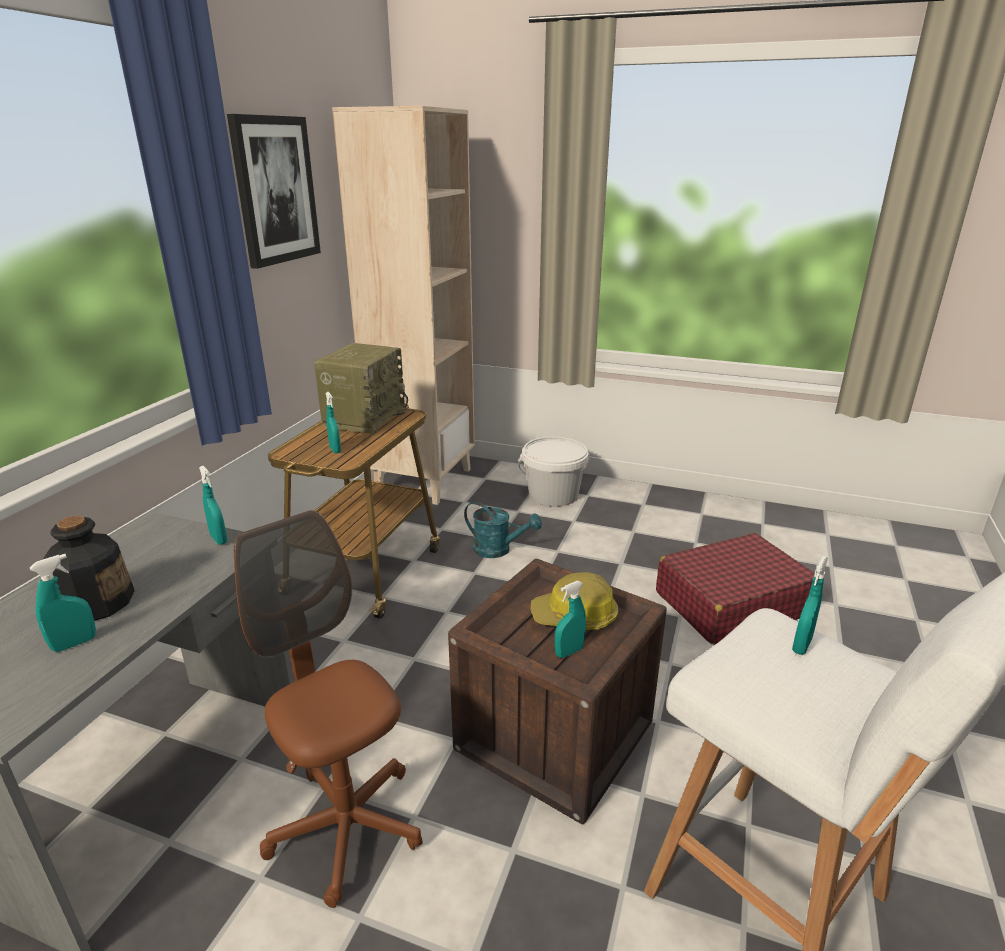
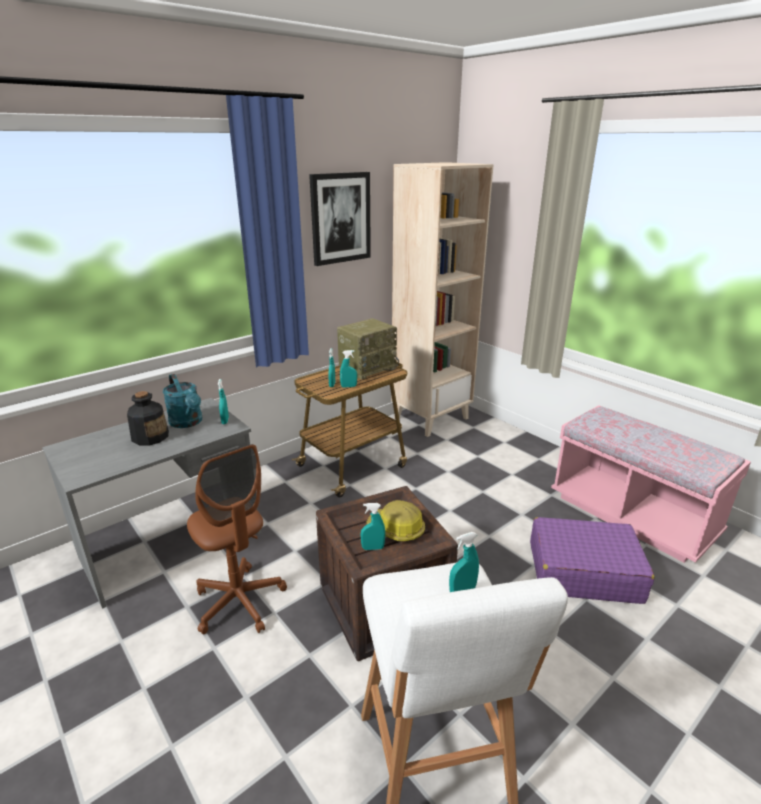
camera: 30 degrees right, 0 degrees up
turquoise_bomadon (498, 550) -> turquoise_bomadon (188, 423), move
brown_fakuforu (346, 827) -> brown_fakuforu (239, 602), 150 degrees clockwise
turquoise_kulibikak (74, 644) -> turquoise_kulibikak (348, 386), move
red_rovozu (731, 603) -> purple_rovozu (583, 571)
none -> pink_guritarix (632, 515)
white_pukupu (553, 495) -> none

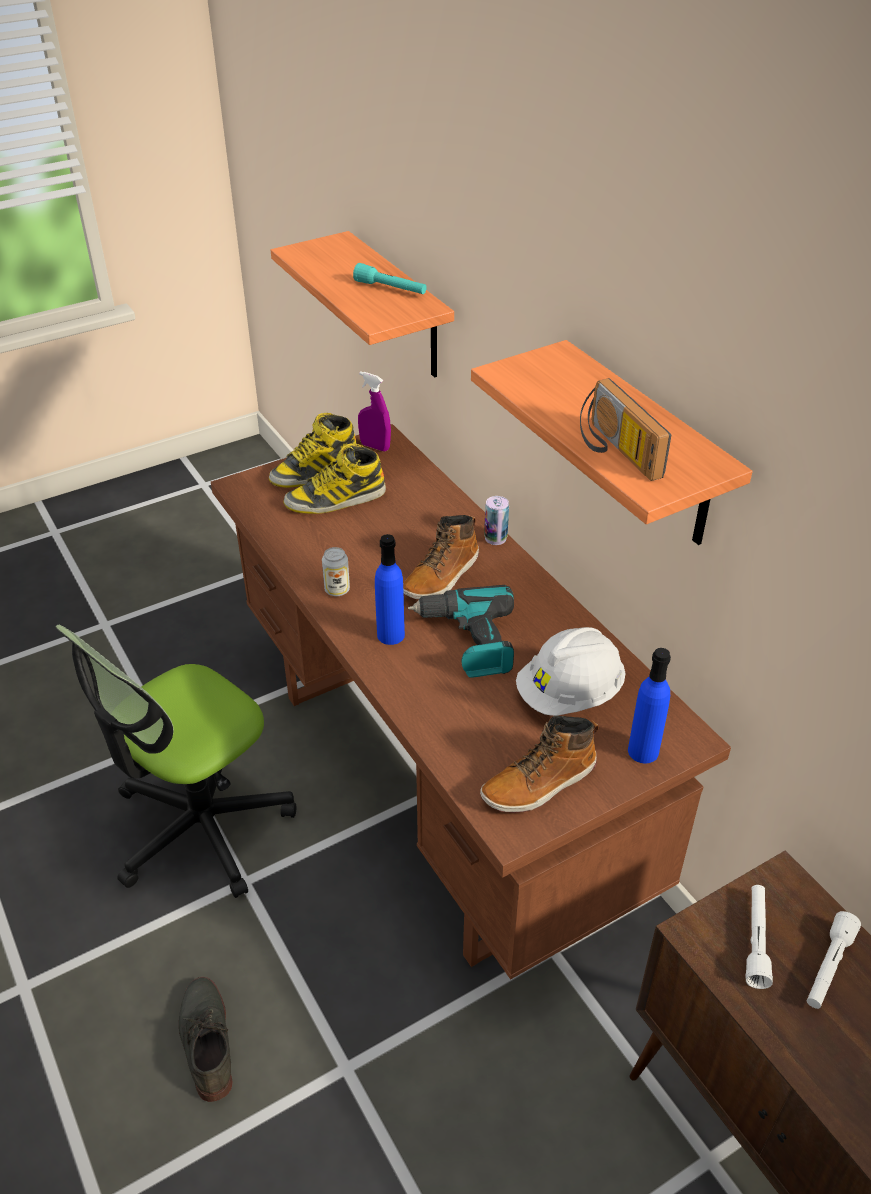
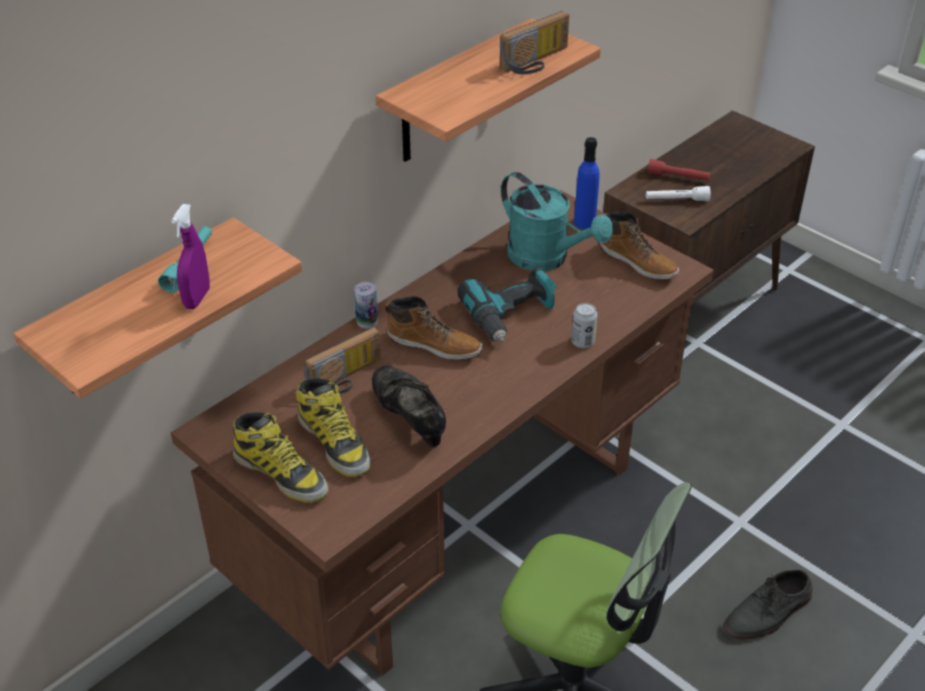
camera: 105 degrees left, 0 degrees up
purple_kulibikak (375, 446) -> purple_kulibikak (197, 298), move
none -> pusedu (346, 379)
none -> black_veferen (409, 419)
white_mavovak (570, 695) -> turquoise_bomadon (547, 258)
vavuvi (337, 590) -> vavuvi (583, 342), move
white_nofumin (828, 967) -> red_nofumin (678, 177)
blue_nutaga (390, 635) -> none

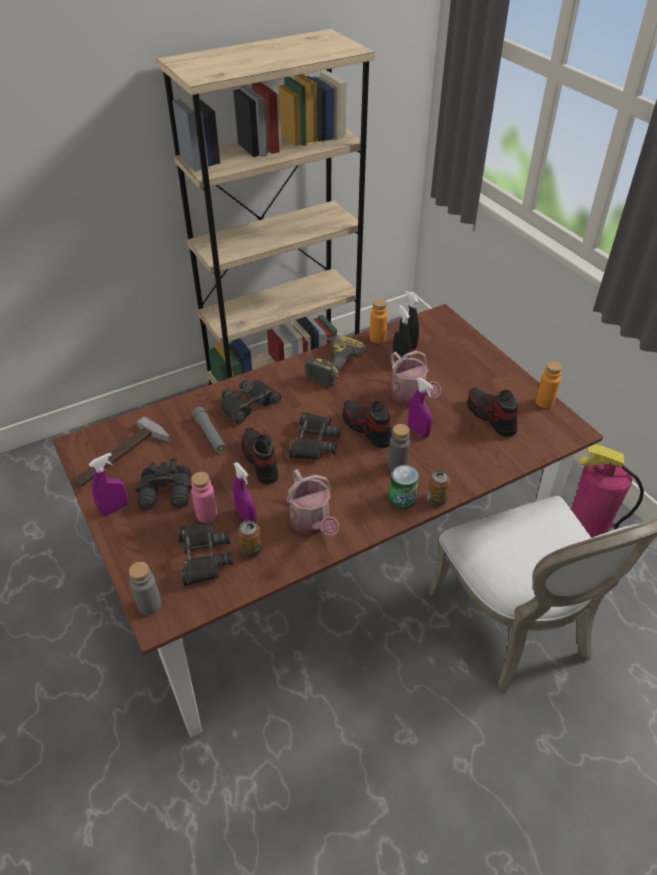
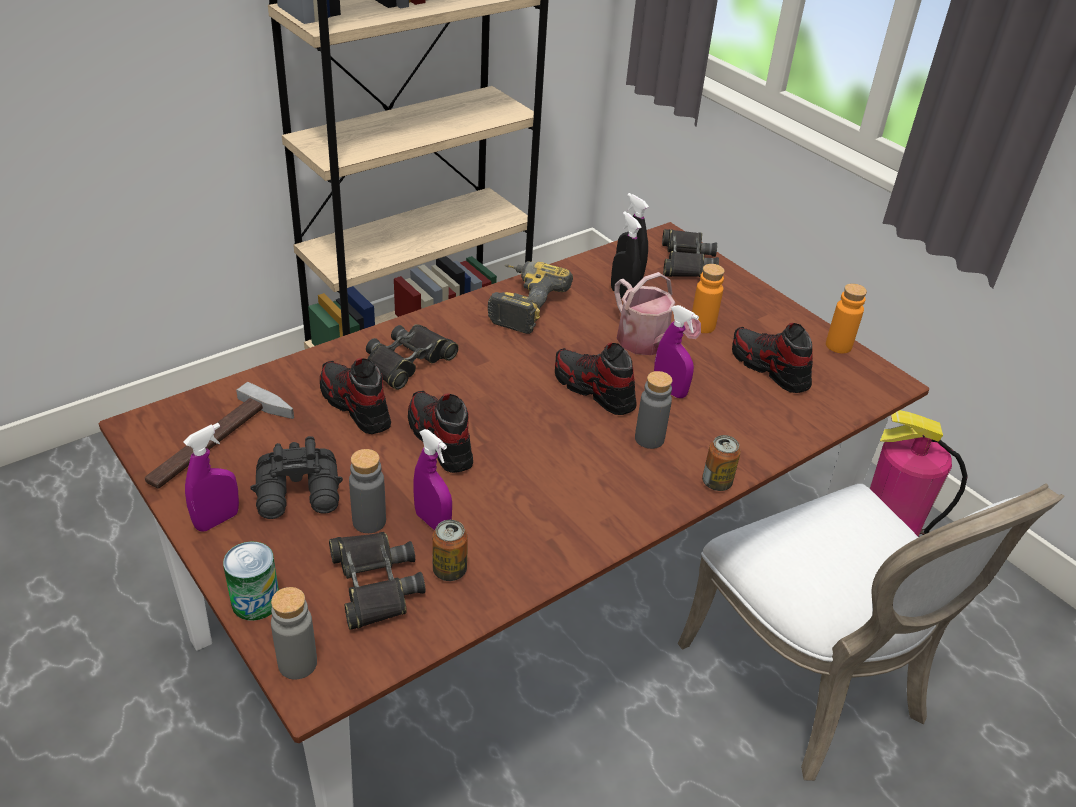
camera: 10 degrees left, 5 degrees down
vavuvi (402, 498) -> vavuvi (255, 601), move
grey_nofumin (210, 435) -> veferen (355, 406)
pink_nutaga (206, 514) -> grey_nutaga (369, 521)
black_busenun (314, 441) -> black_busenun (685, 261), move
orange_nutaga (377, 338) -> orange_nutaga (702, 326), move
bomadon (312, 523) -> none

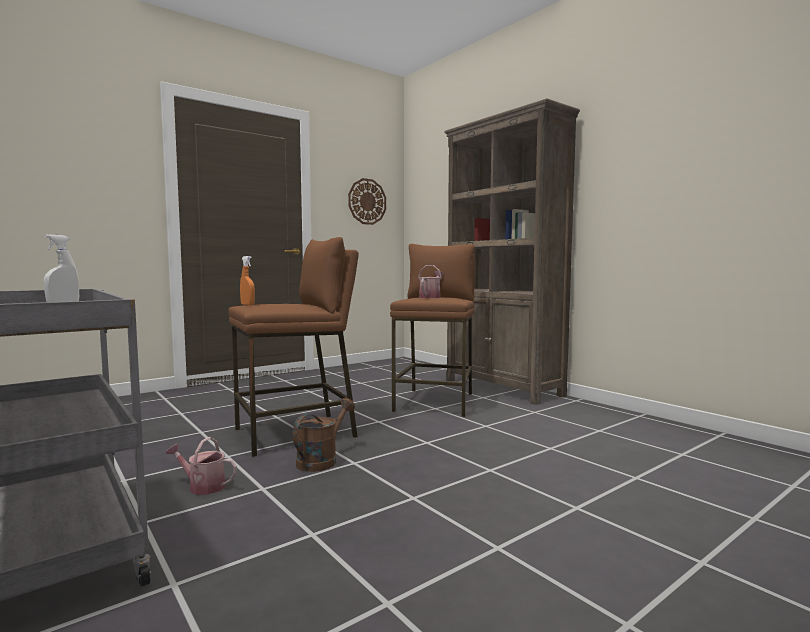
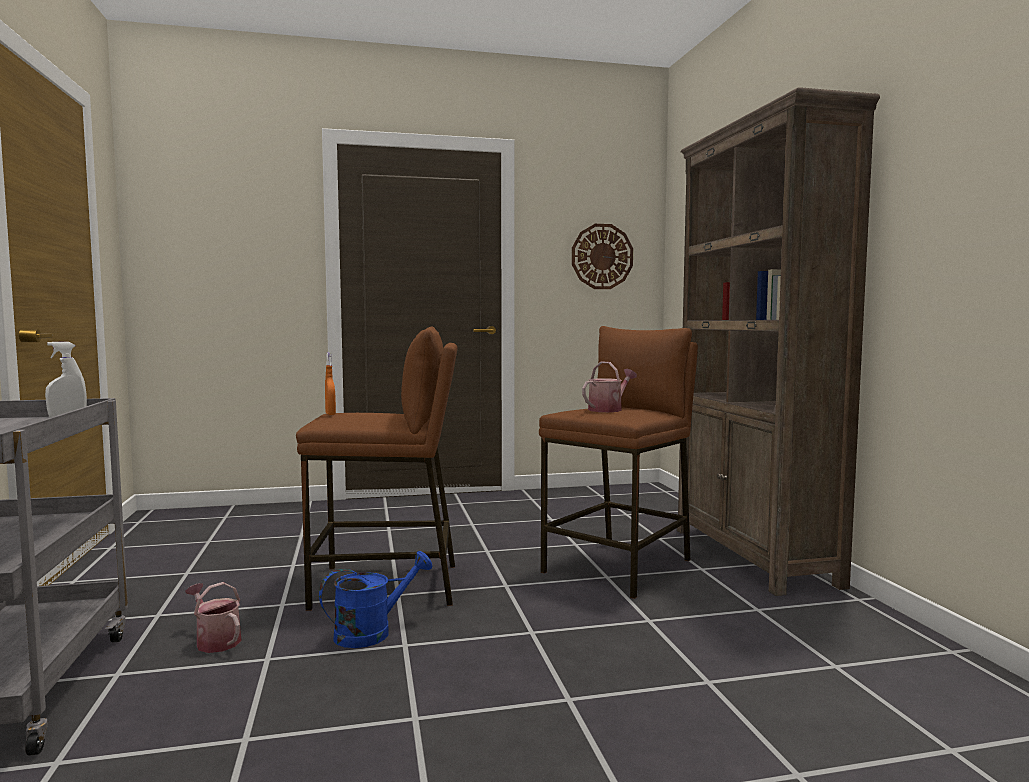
camera: 25 degrees right, 0 degrees up
brown_bomadon (321, 460) -> blue_bomadon (372, 632)

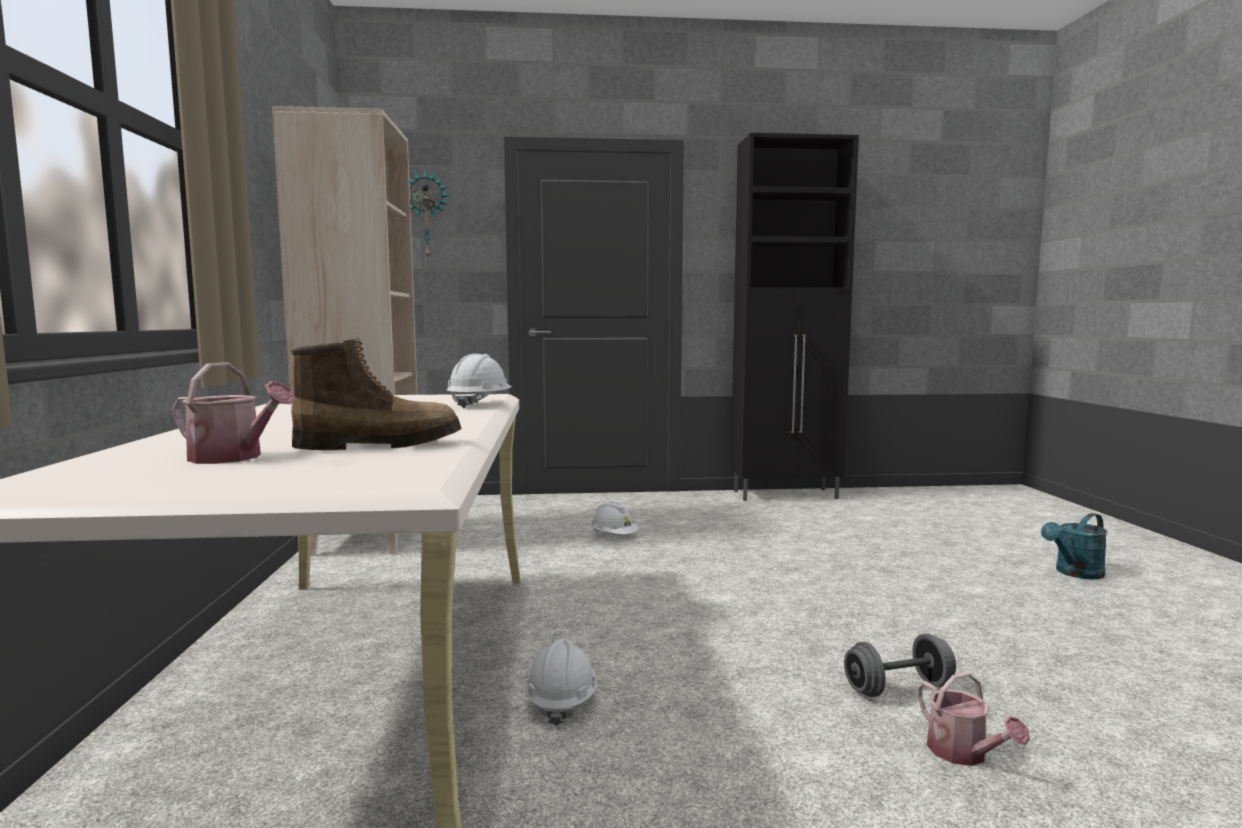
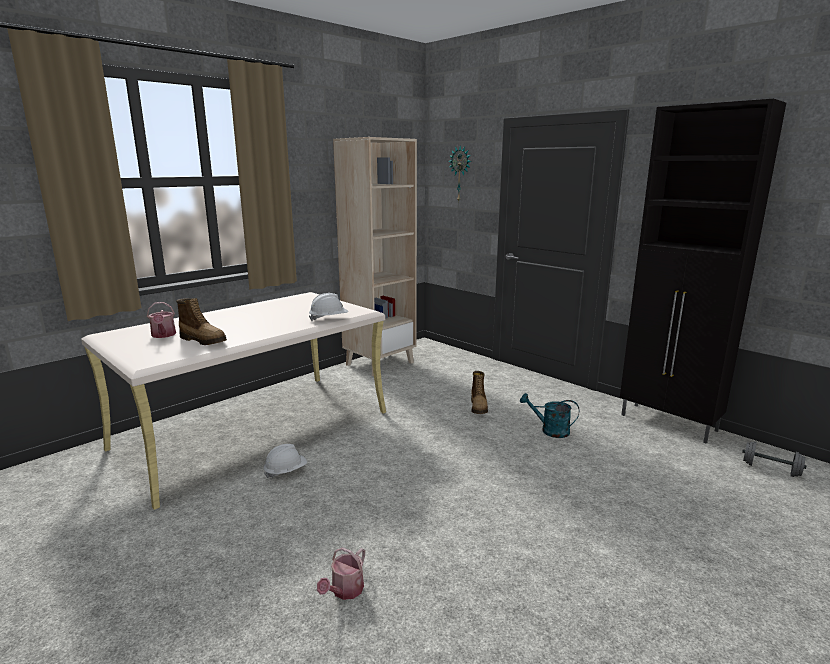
camera: 50 degrees right, 10 degrees up
white_mavovak (614, 536) -> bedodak (479, 407)
turquoise_bomadon (1075, 573) -> turquoise_bomadon (550, 430), move
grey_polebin (898, 688) -> grey_polebin (770, 469), move

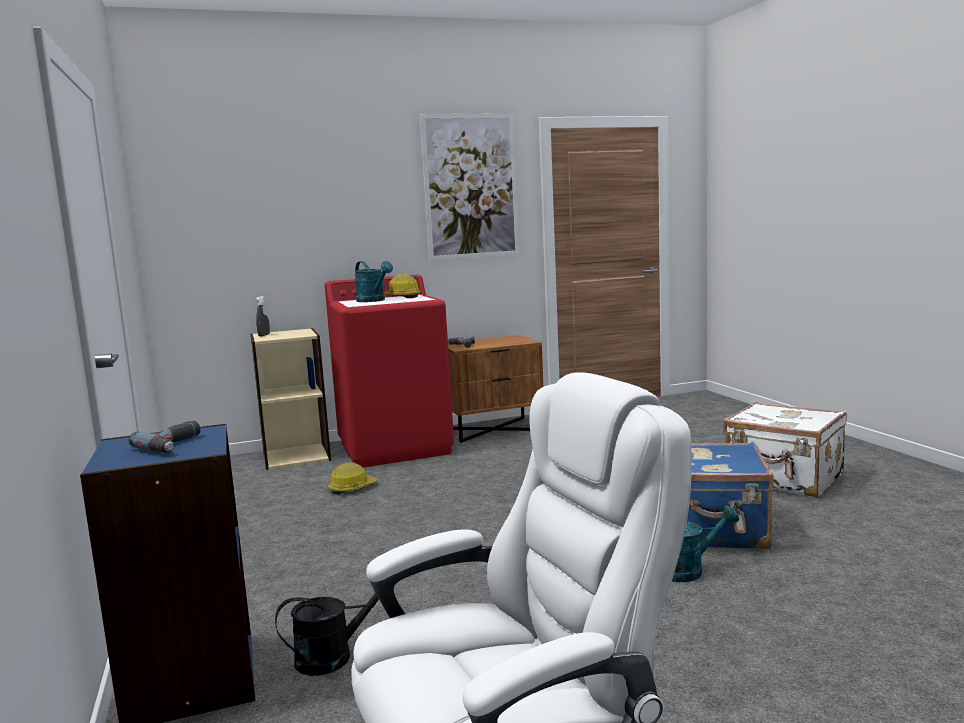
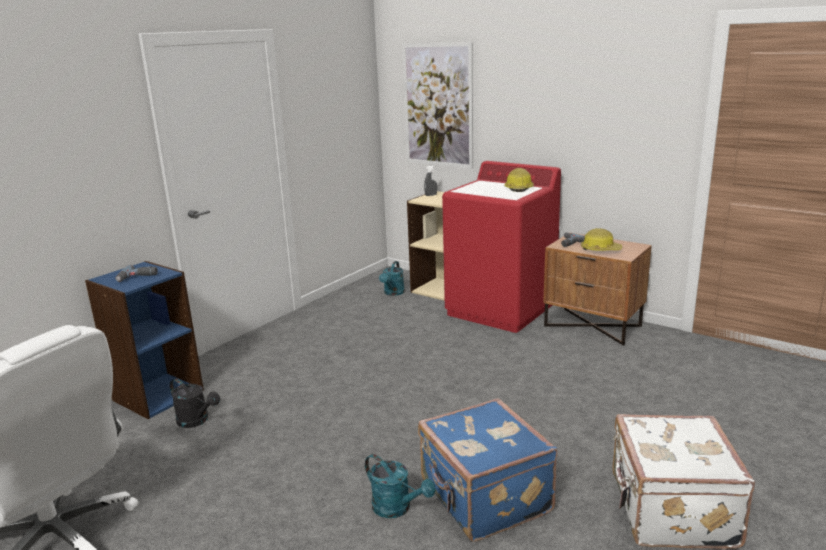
camera: 55 degrees right, 10 degrees up
turquoise_bomadon (374, 300) -> turquoise_bomadon (393, 293), move
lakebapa (471, 186) -> lakebapa (438, 105), move
mavovak (352, 488) -> mavovak (600, 249), move

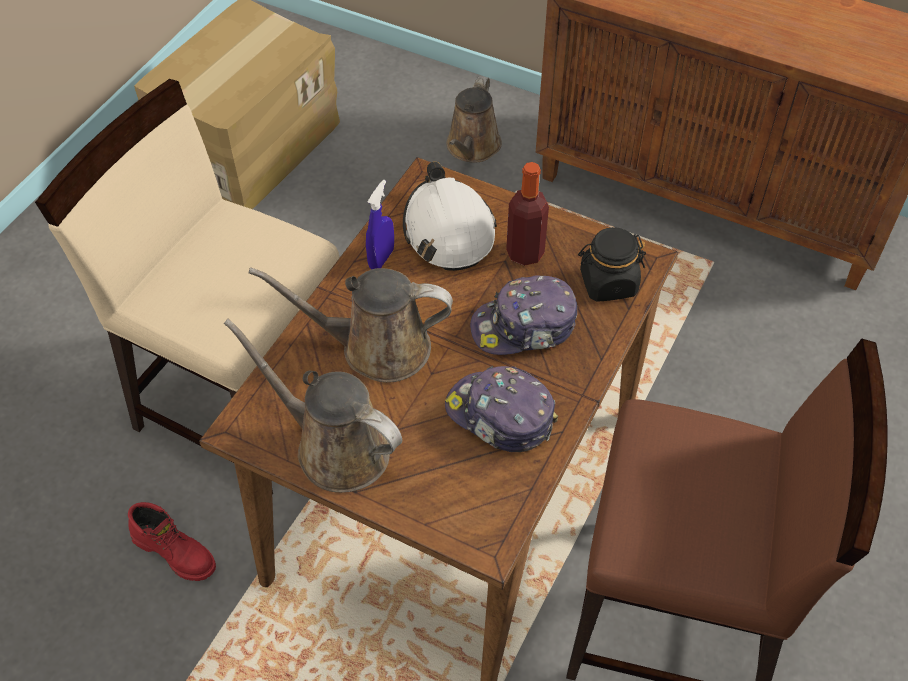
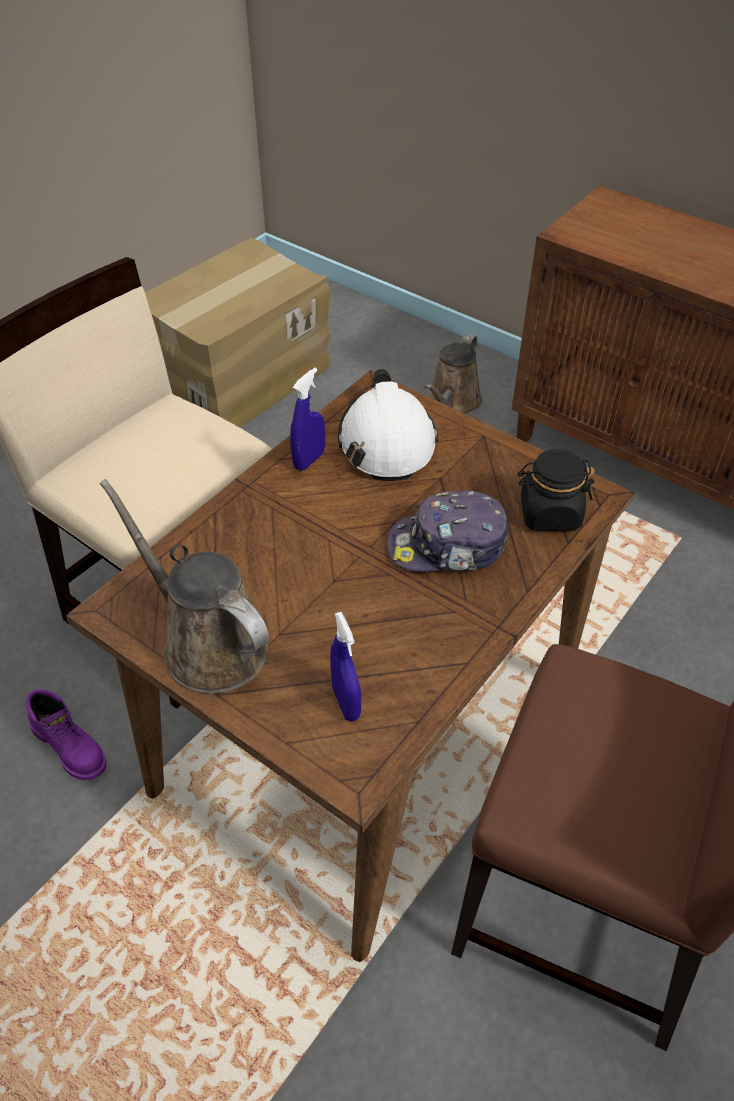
camera: 10 degrees right, 5 degrees down
red_bedodak (175, 551) -> purple_bedodak (71, 747)
none -> blue_kulibikak (346, 703)
brown_bomadon (376, 347) -> none
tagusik (500, 416) -> none
nutaga (525, 253) -> none

